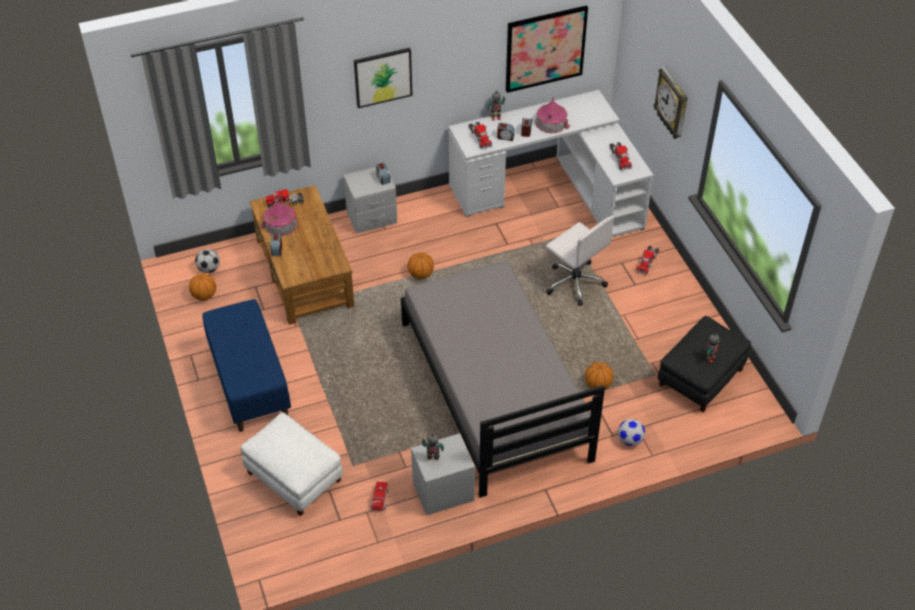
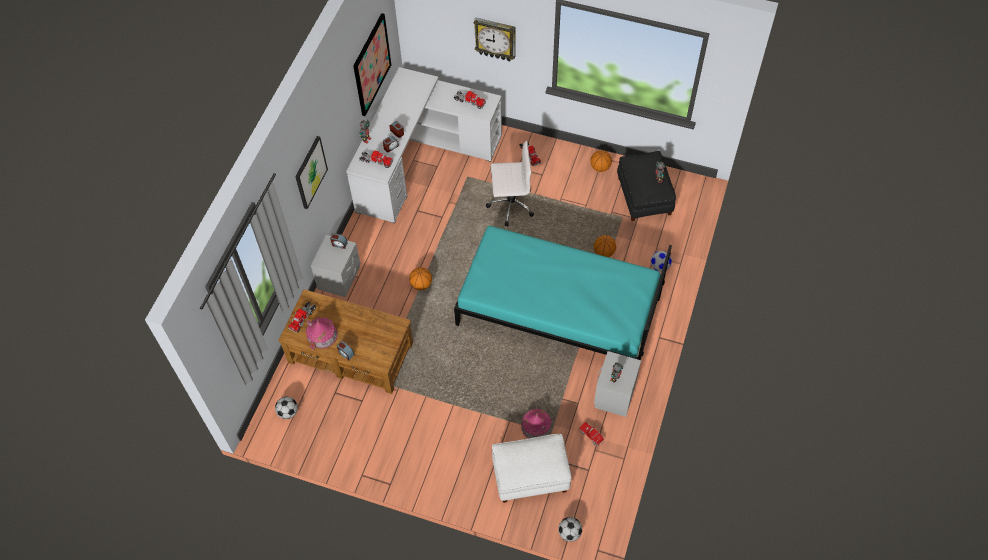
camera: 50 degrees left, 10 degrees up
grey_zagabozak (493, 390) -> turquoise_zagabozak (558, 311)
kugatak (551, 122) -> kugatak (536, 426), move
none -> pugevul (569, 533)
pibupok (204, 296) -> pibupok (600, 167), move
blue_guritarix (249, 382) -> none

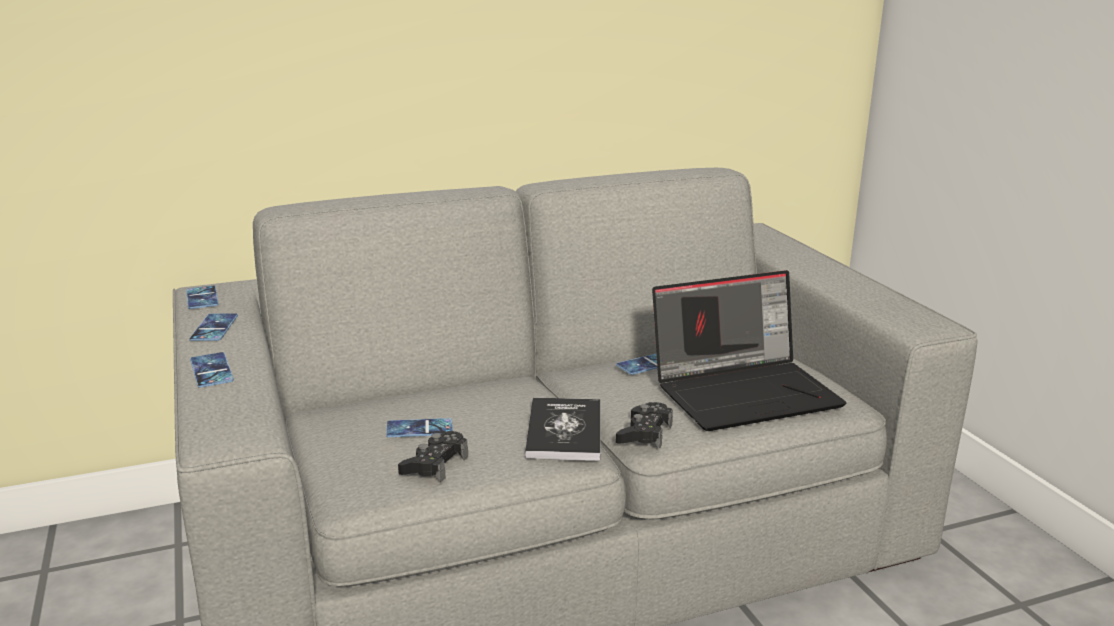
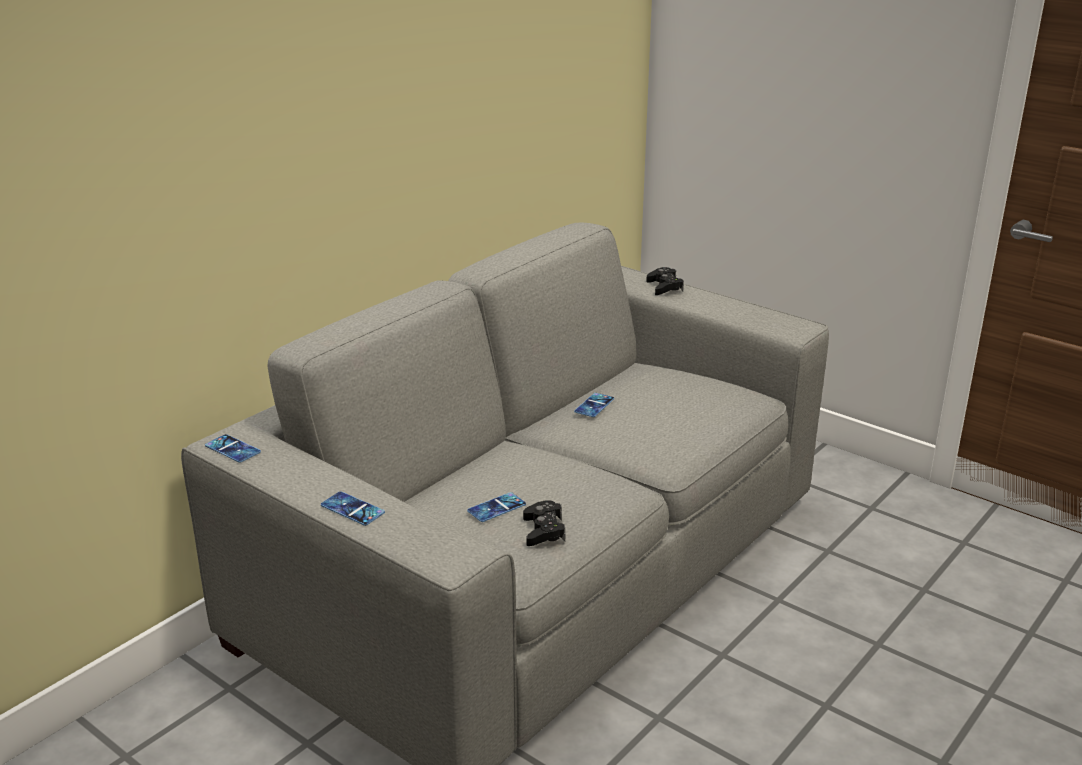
camera: 30 degrees left, 5 degrees up
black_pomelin (644, 433) -> black_pomelin (664, 287), move
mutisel (214, 328) -> none
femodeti (564, 431) -> none
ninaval (745, 391) -> none

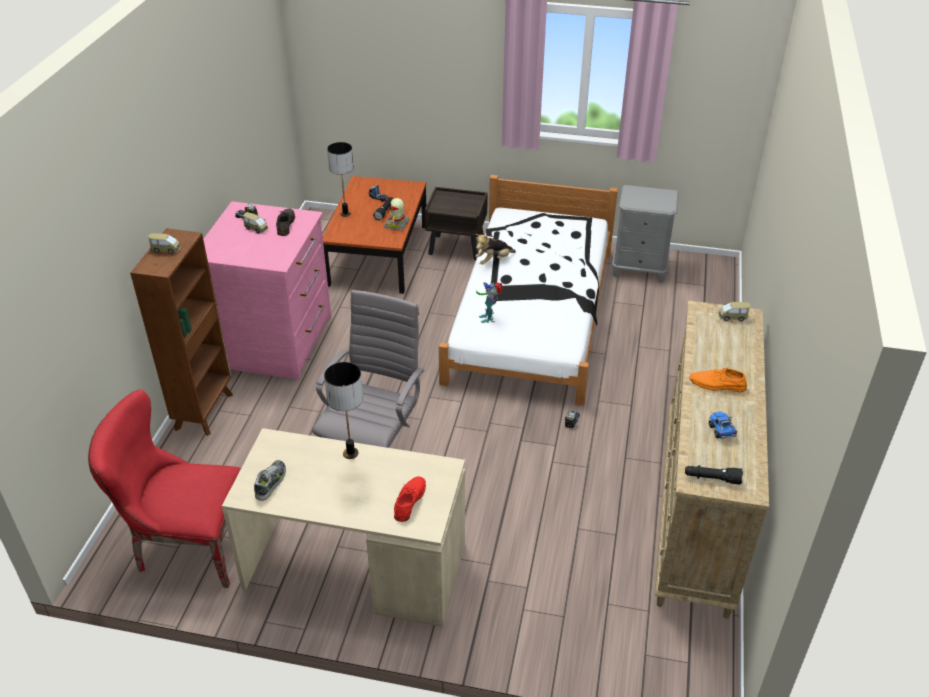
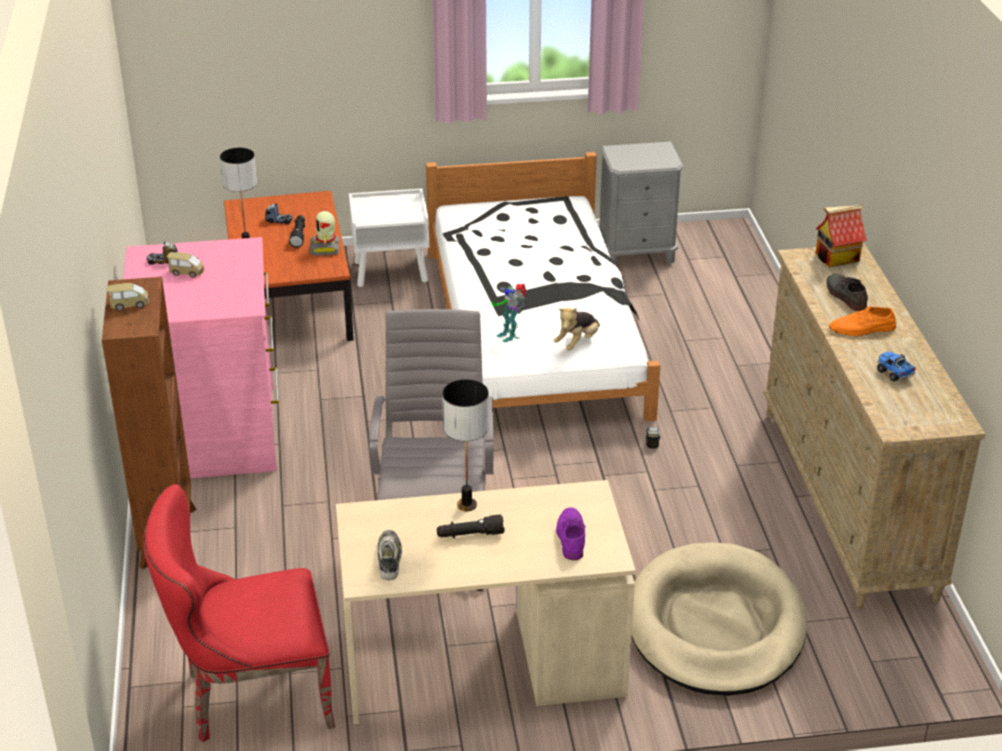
camera: 20 degrees left, 5 degrees down
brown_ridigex (457, 248) -> white_ridigex (391, 271)
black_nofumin (712, 478) -> black_nofumin (470, 535), move
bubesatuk (493, 260) -> bubesatuk (577, 342), move
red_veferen (409, 500) -> purple_veferen (570, 536)
none -> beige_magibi (715, 626)
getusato (732, 317) -> kugatak (837, 257)
grey_veferen (285, 224) -> grey_veferen (845, 295), move

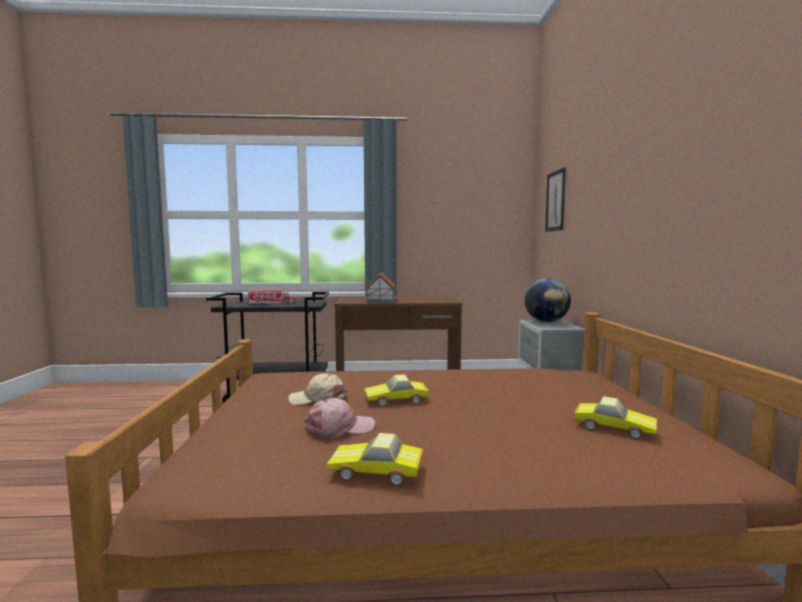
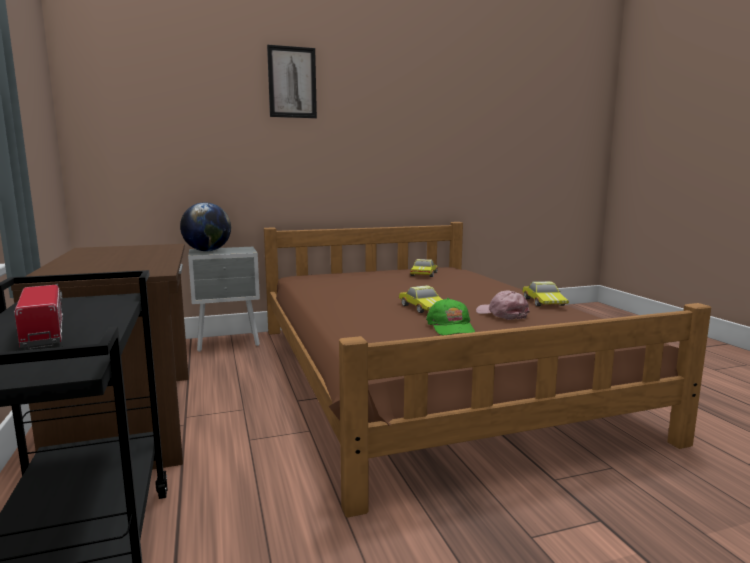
camera: 105 degrees left, 5 degrees up
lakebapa (555, 201) -> lakebapa (292, 82), move
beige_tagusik (318, 399) -> green_tagusik (451, 327)
kugatak (380, 299) -> none

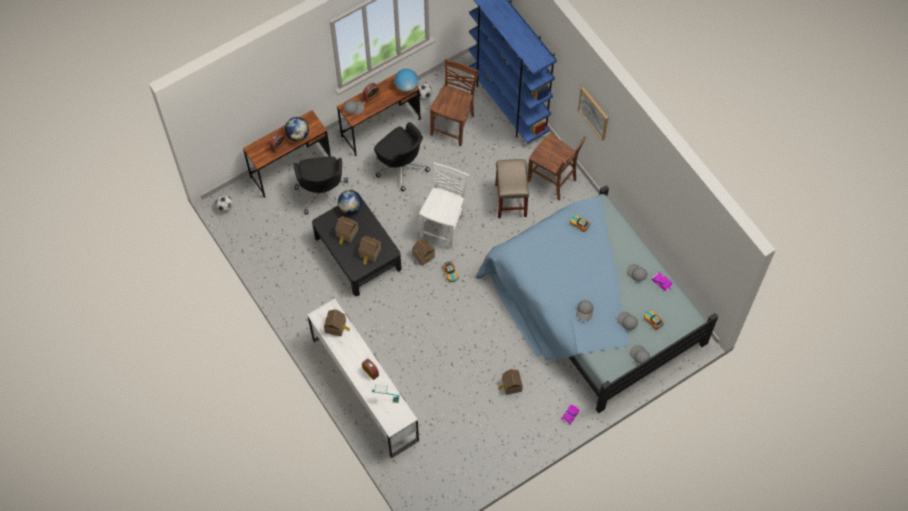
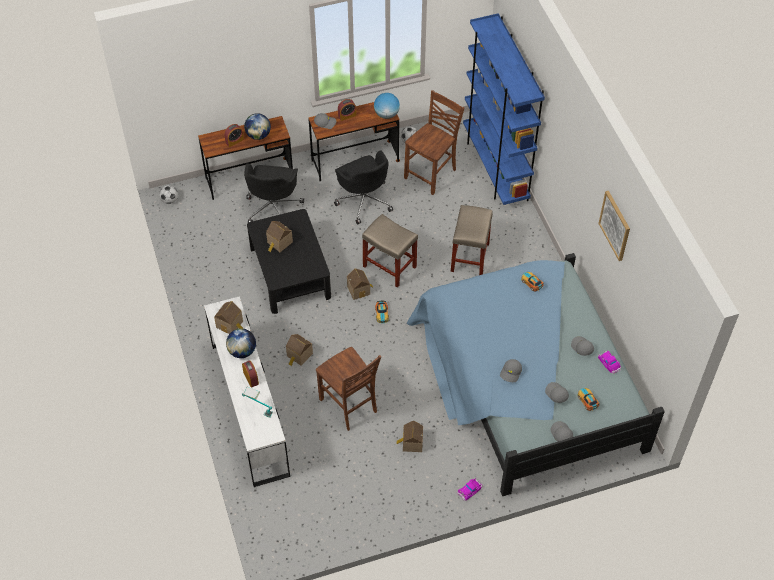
camera: 15 degrees right, 10 degrees down
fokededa (350, 207) -> fokededa (242, 351), move
kugatak (370, 253) -> kugatak (299, 356), move
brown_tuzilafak (553, 180) -> brown_tuzilafak (349, 406), move
white_tuzilafak (444, 226) -> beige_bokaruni (390, 267)
lakebapa (594, 113) -> lakebapa (615, 225), move

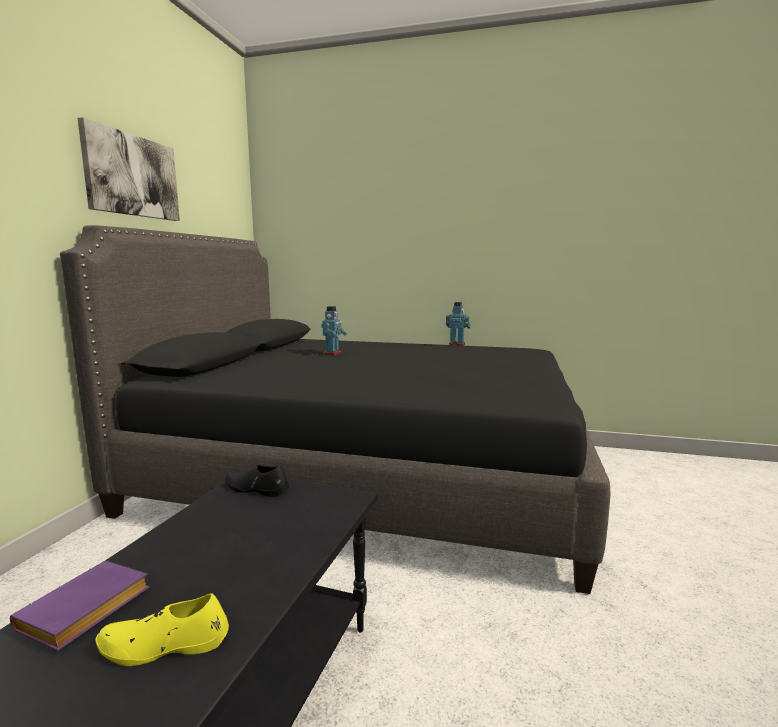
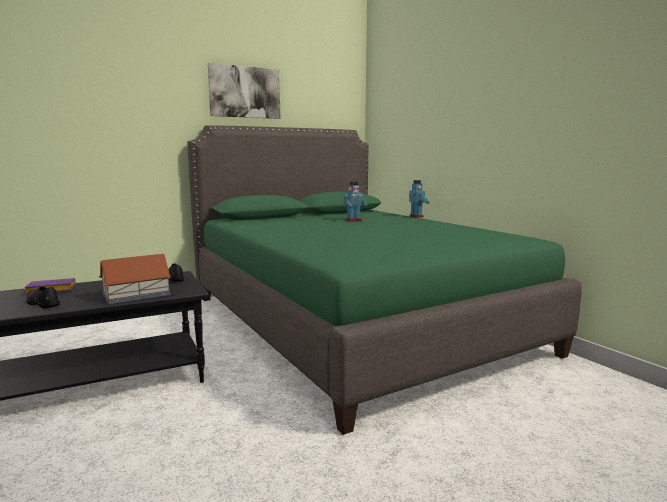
camera: 45 degrees right, 0 degrees up
yellow_veferen (164, 644) -> black_veferen (42, 303)
none -> kugatak (137, 294)
black_zagabozak (367, 476) -> green_zagabozak (353, 323)
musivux (457, 344) -> musivux (416, 216), move

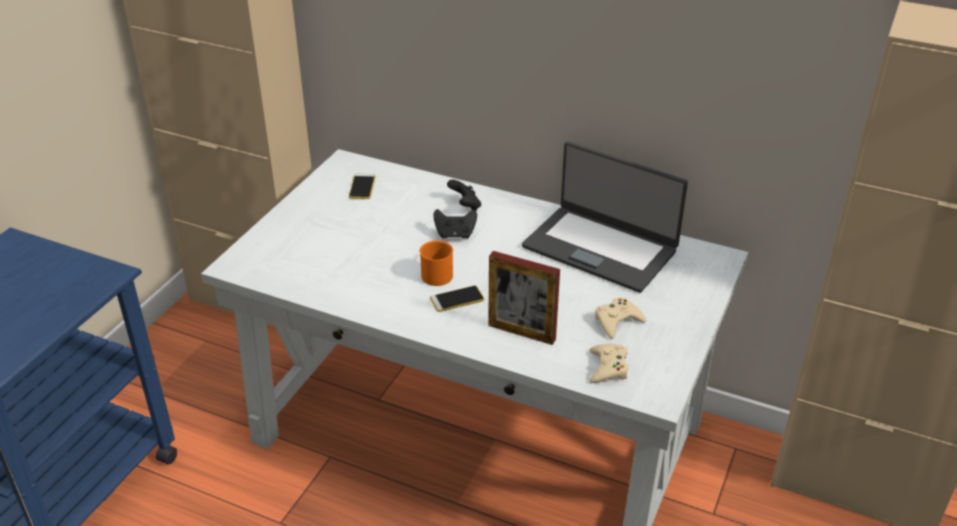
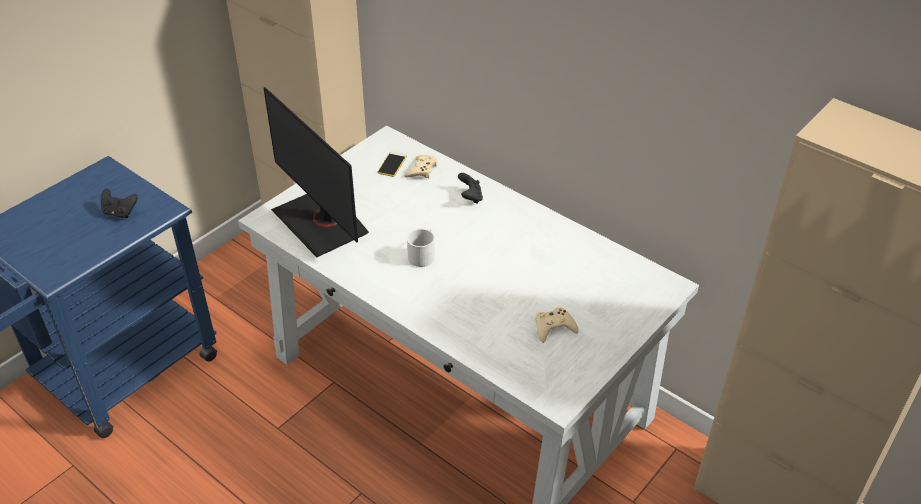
camera: 15 degrees right, 5 degrees up
black_pomelin (455, 234) -> black_pomelin (120, 213), move
none -> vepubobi (321, 222)
beige_pomelin (608, 367) -> beige_pomelin (421, 170), move
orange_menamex (437, 273) -> white_menamex (423, 255)
mutisel (457, 299) -> none
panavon (521, 332) -> none
ninaval (600, 248) -> none

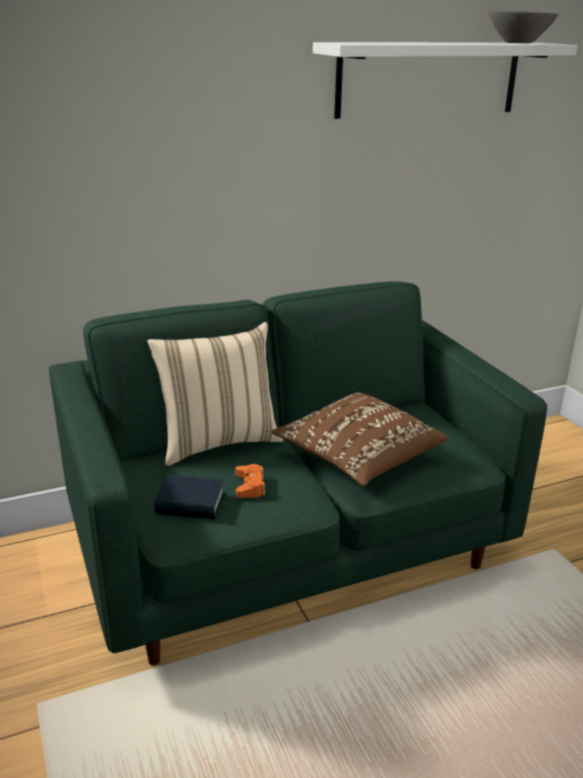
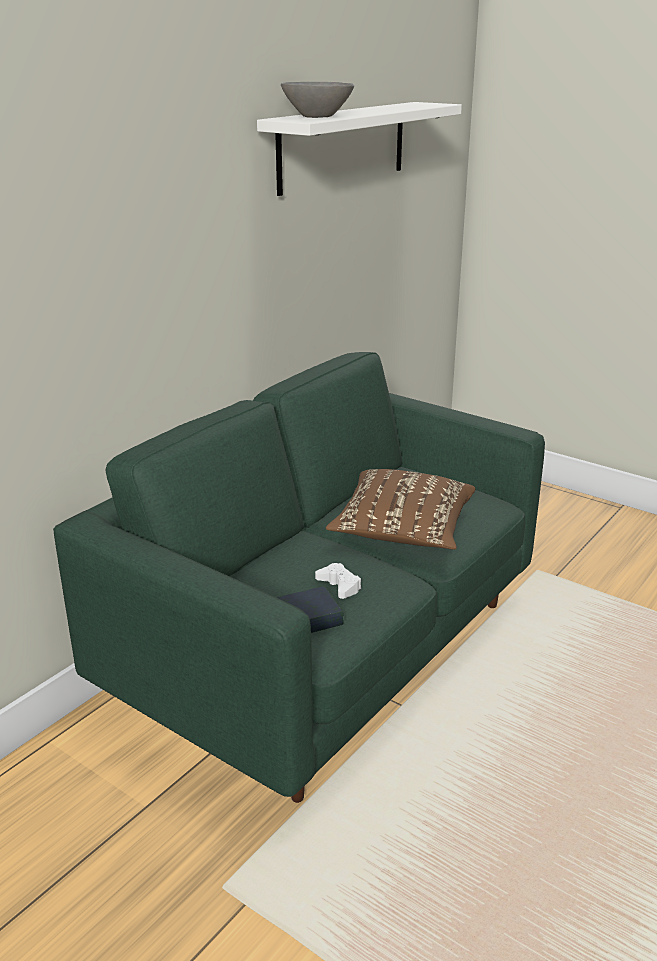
camera: 30 degrees left, 0 degrees up
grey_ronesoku (520, 43) -> grey_ronesoku (318, 116), move
orange_pomelin (250, 486) -> white_pomelin (339, 586)
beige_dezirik (218, 442) -> none

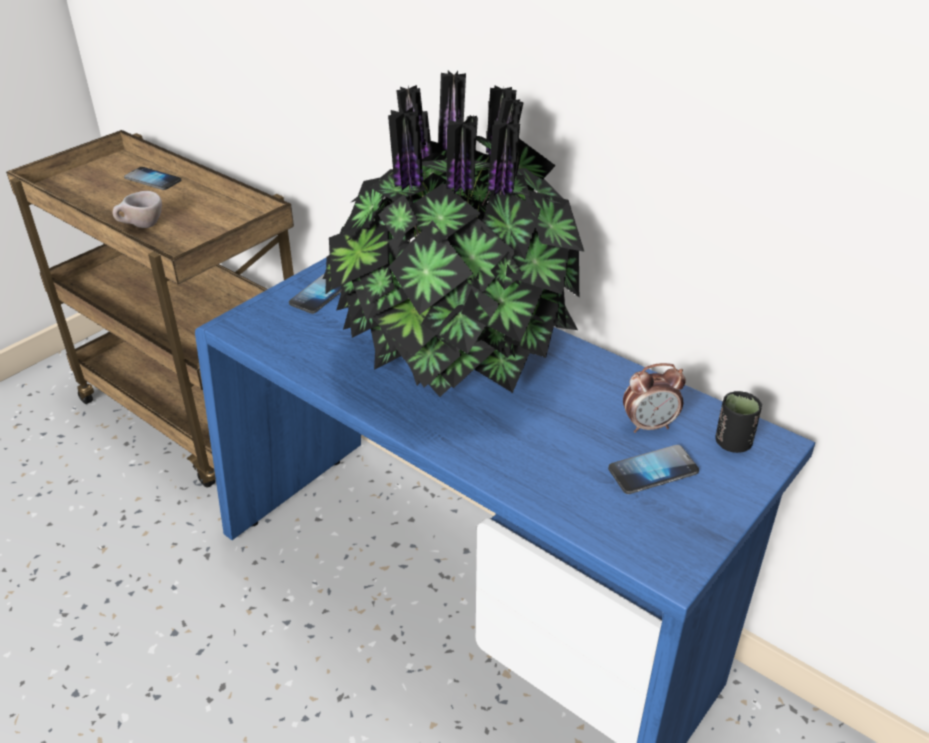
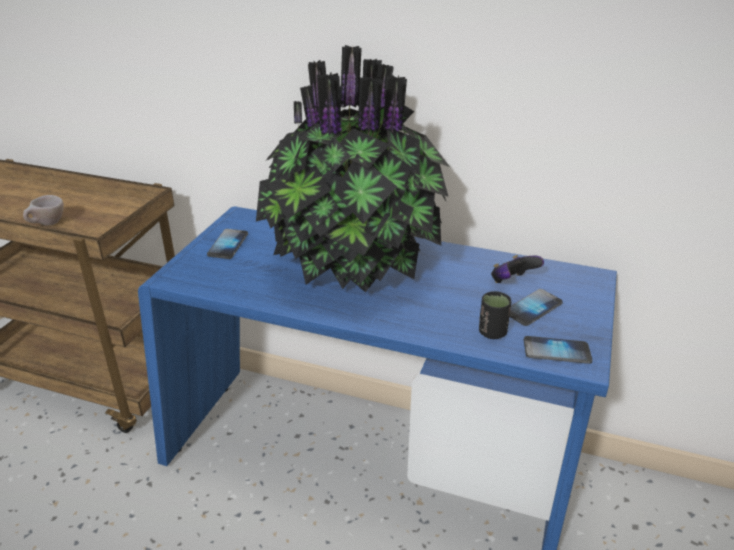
camera: 20 degrees left, 5 degrees down
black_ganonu (732, 443) -> black_ganonu (492, 332), move
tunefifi (649, 425) -> pomelin (512, 282)
mutisel (153, 180) -> mutisel (556, 351), move

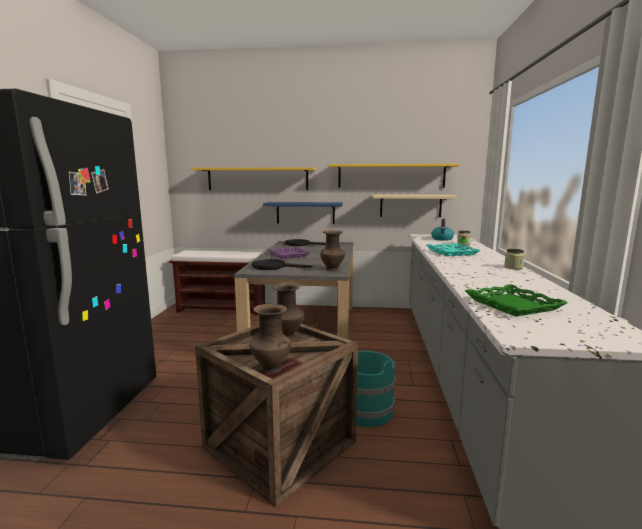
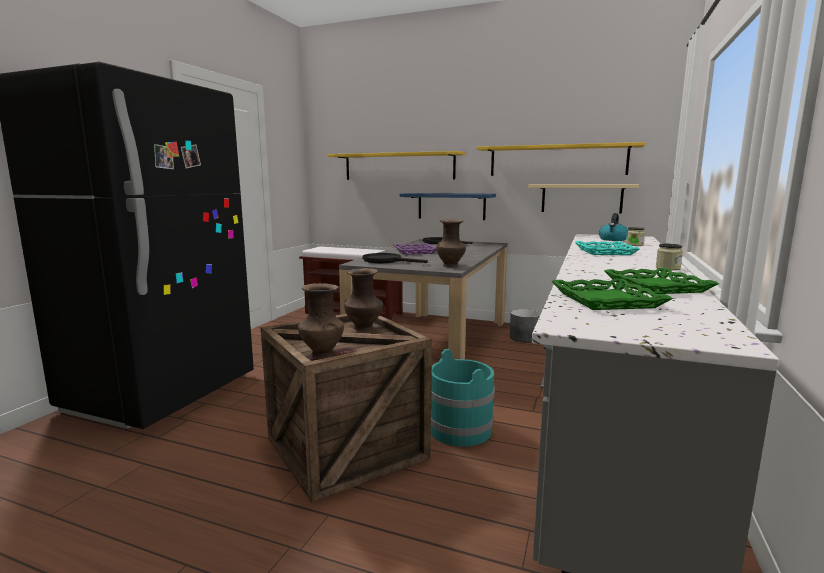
camera: 15 degrees right, 0 degrees up
none -> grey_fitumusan (524, 338)
none -> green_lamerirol (655, 286)

